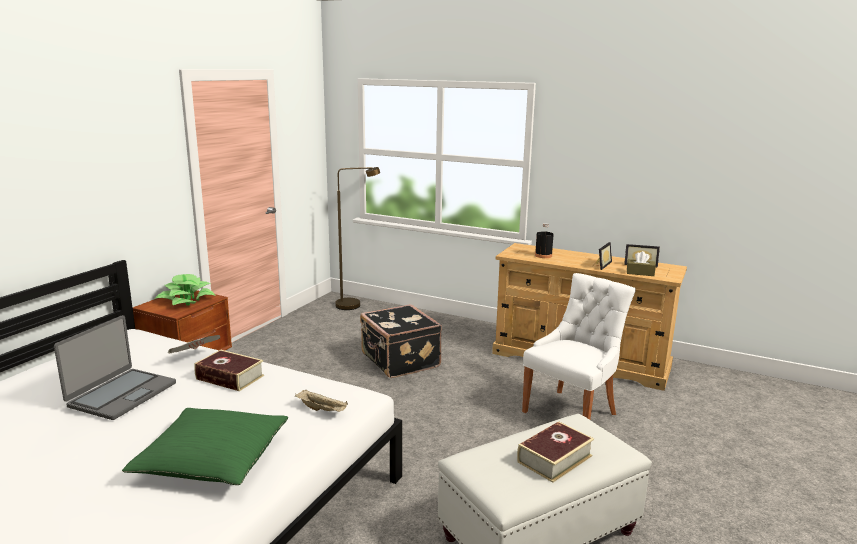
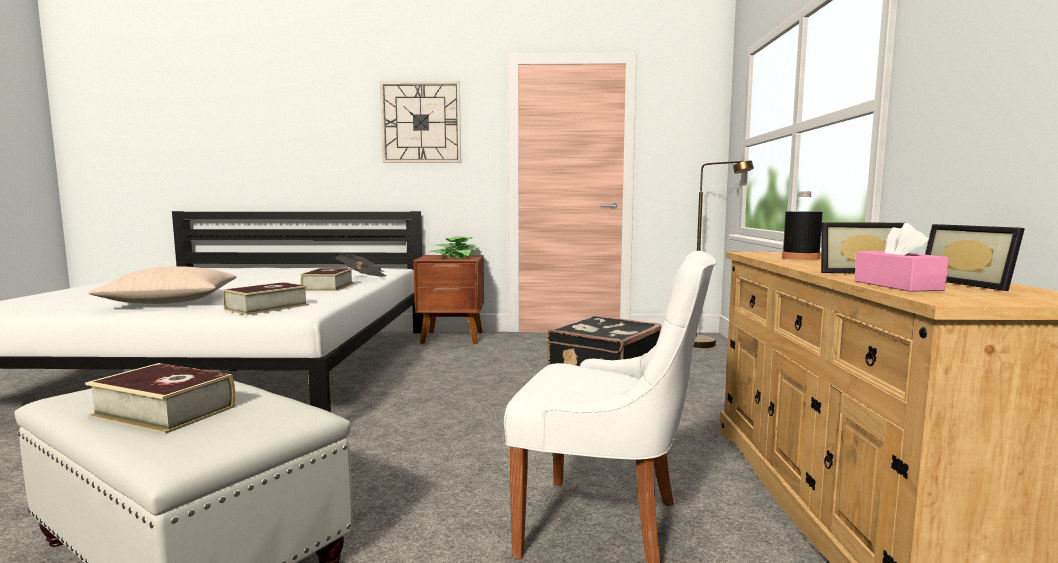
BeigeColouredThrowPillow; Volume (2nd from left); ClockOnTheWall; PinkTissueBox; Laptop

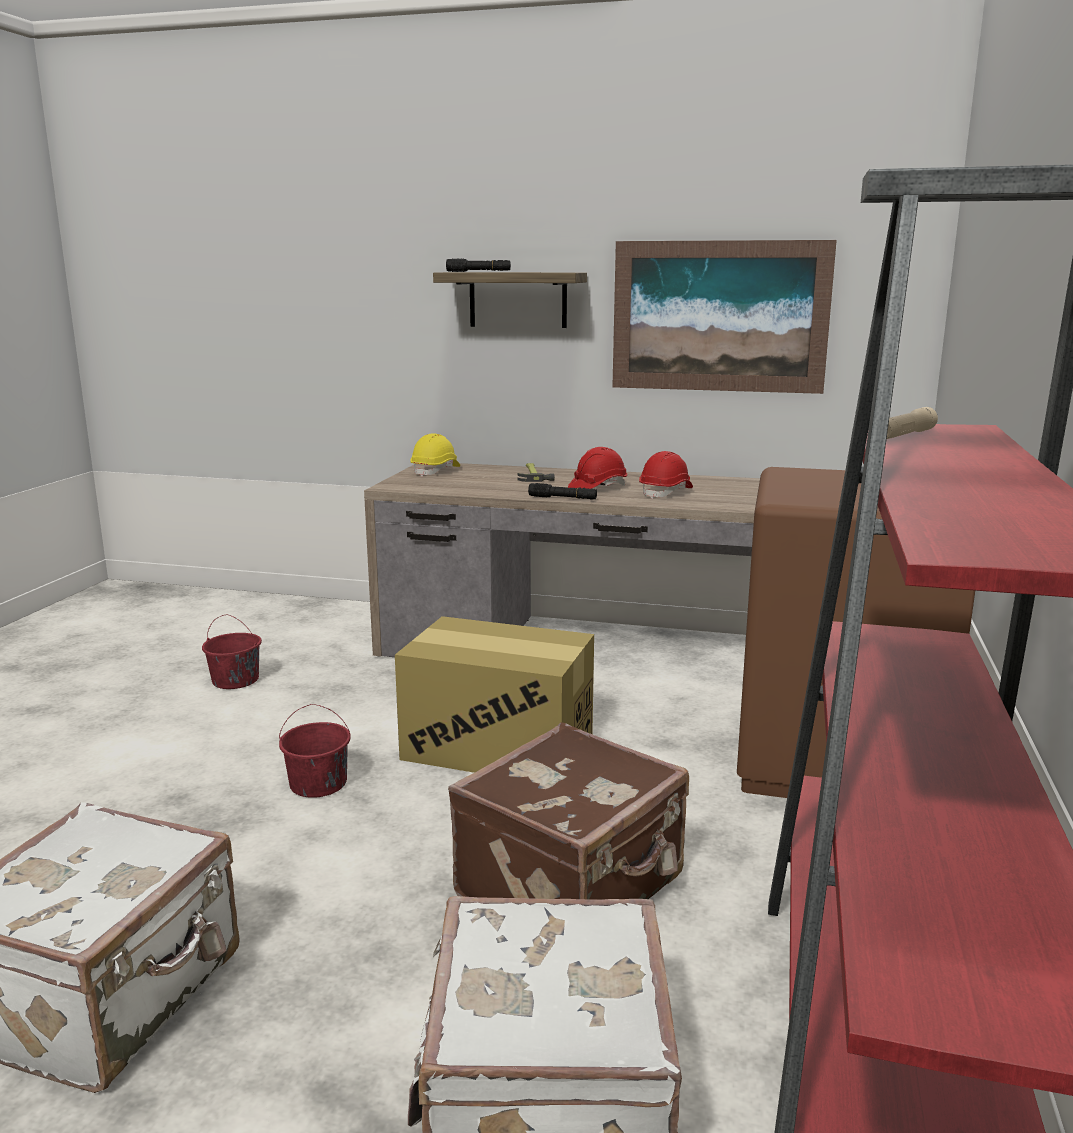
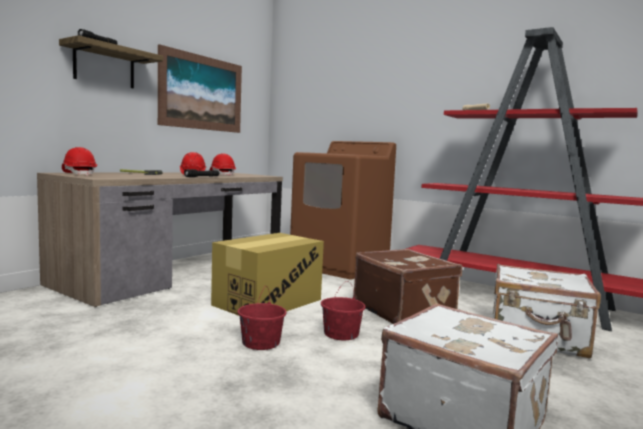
RedColouredSafetyHelmet (1st from left); RedColouredBucket (2nd from left)

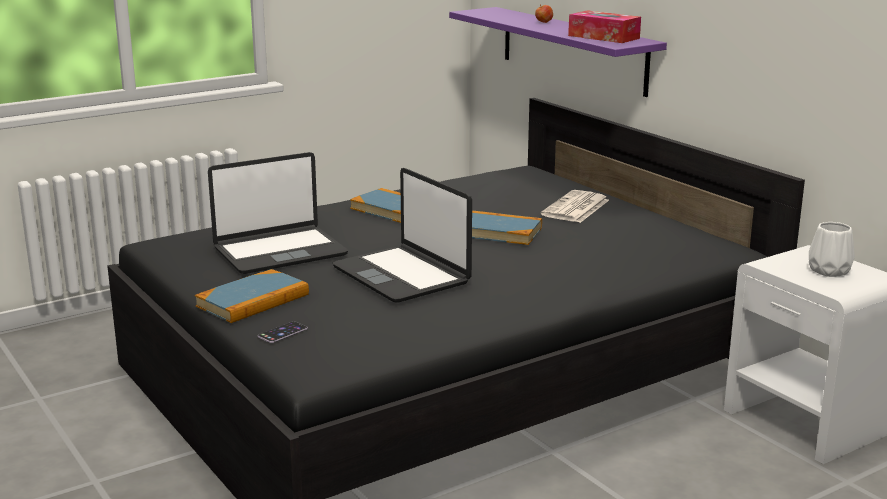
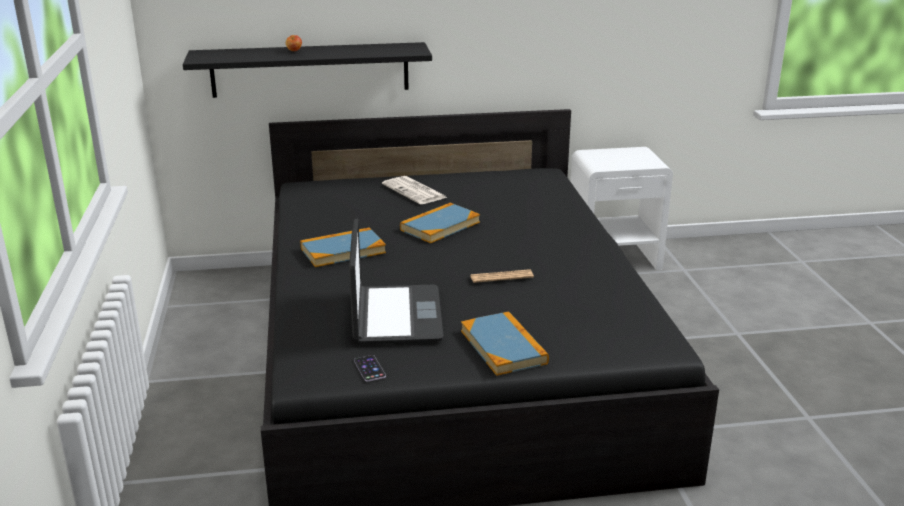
BlackishWallShelf; Telephone; PrintedPaper (2nd from left); TissueBox; WhiteColouredDecorativeVase

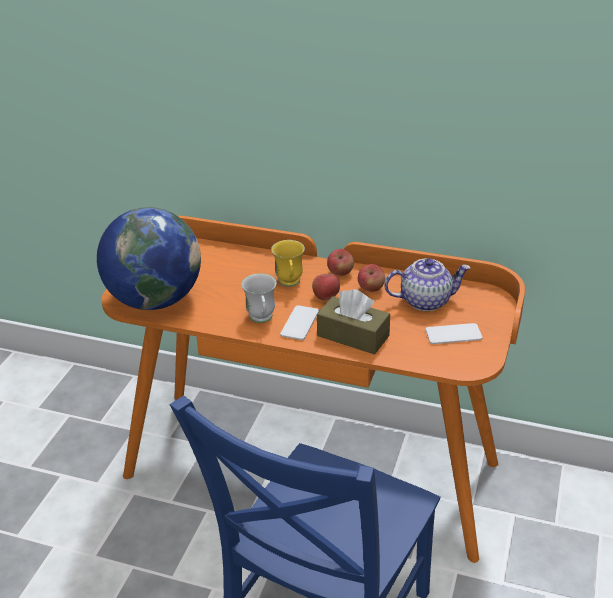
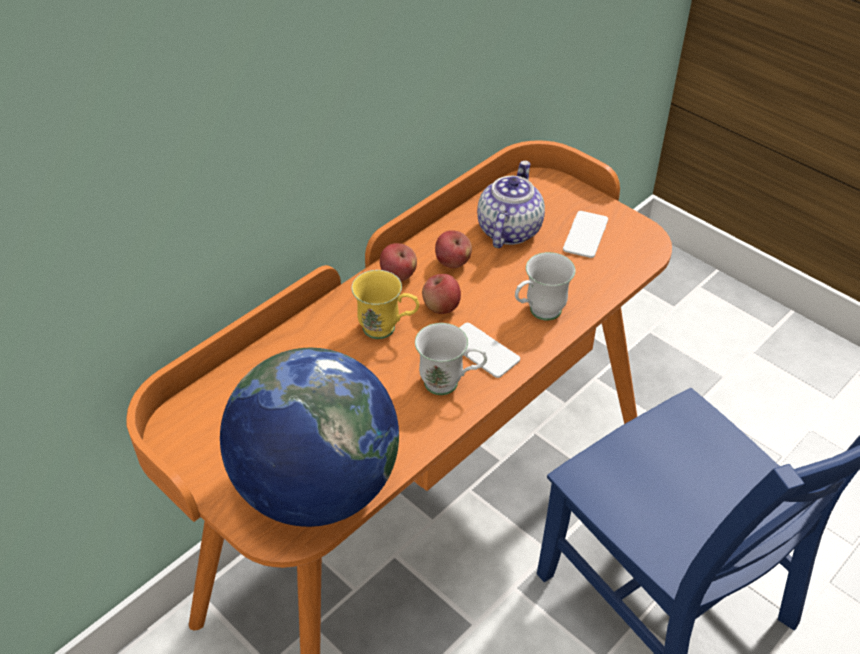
WhiteColouredMug (2nd from left)

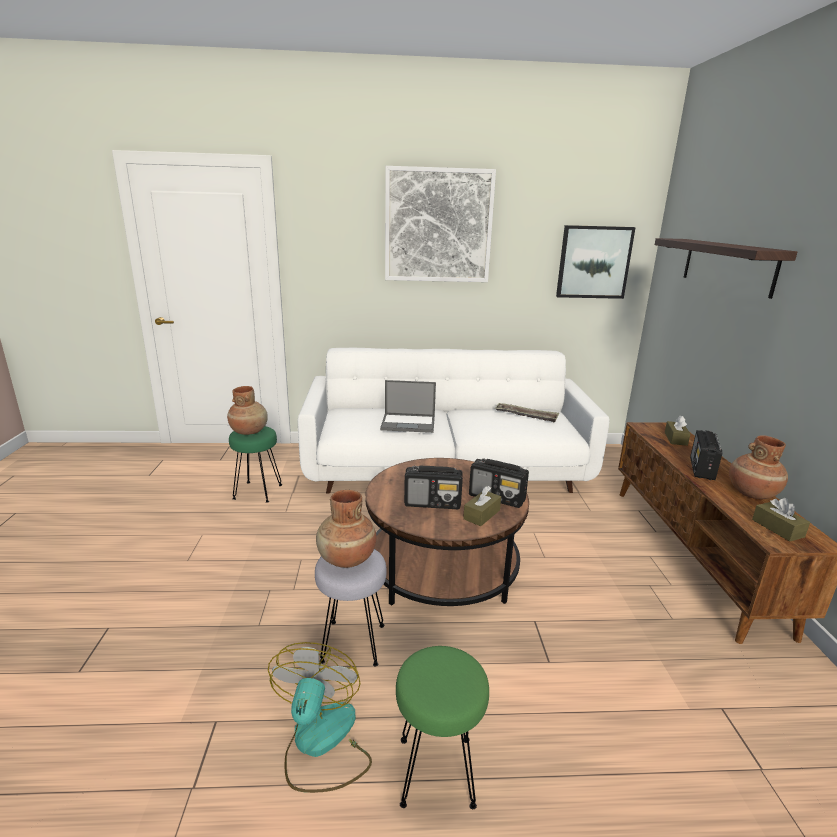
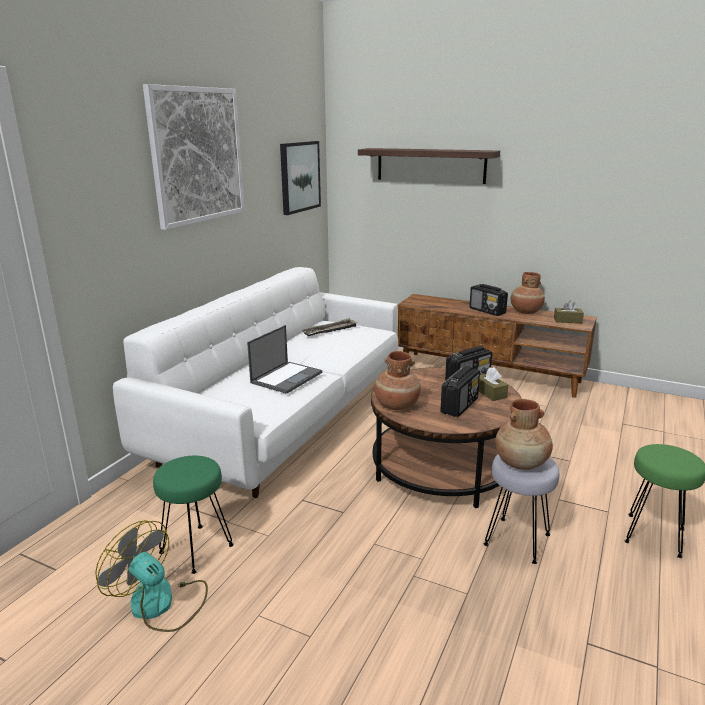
Fan; BrownColouredDecorativeVase (1st from left); BrownColouredTissueBox (2nd from left in the first image)

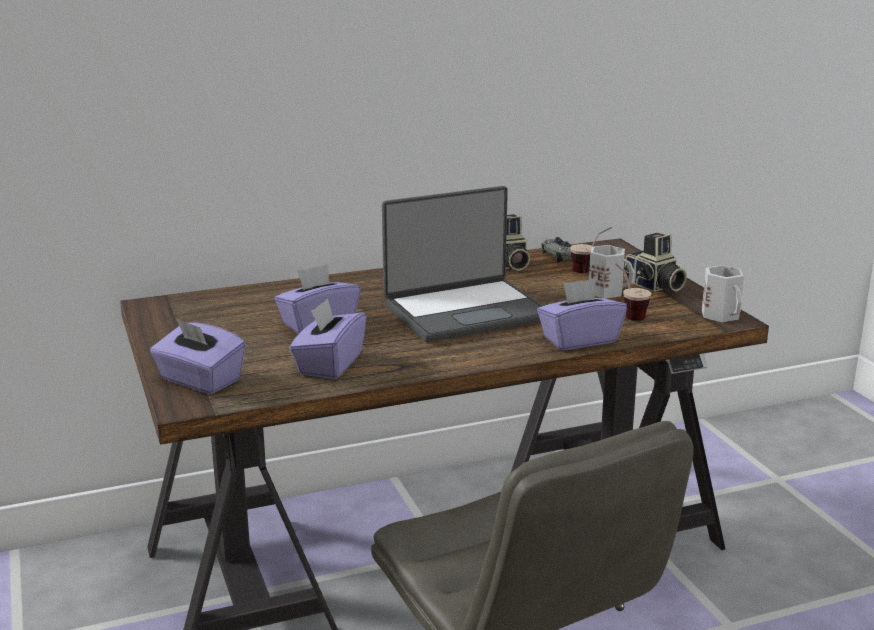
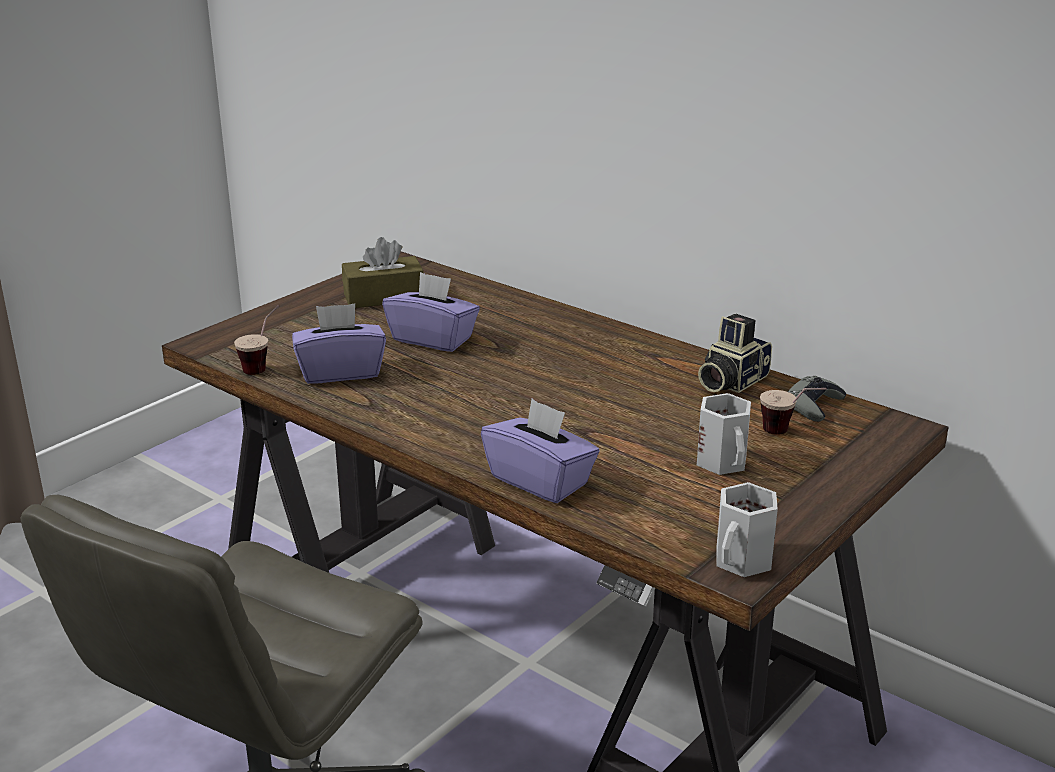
SmallCup (1st from left); BrownColouredTissueBox; PurpleTissueBox (1st from left in the first image); Laptop; StillCamera (2nd from left in the first image)

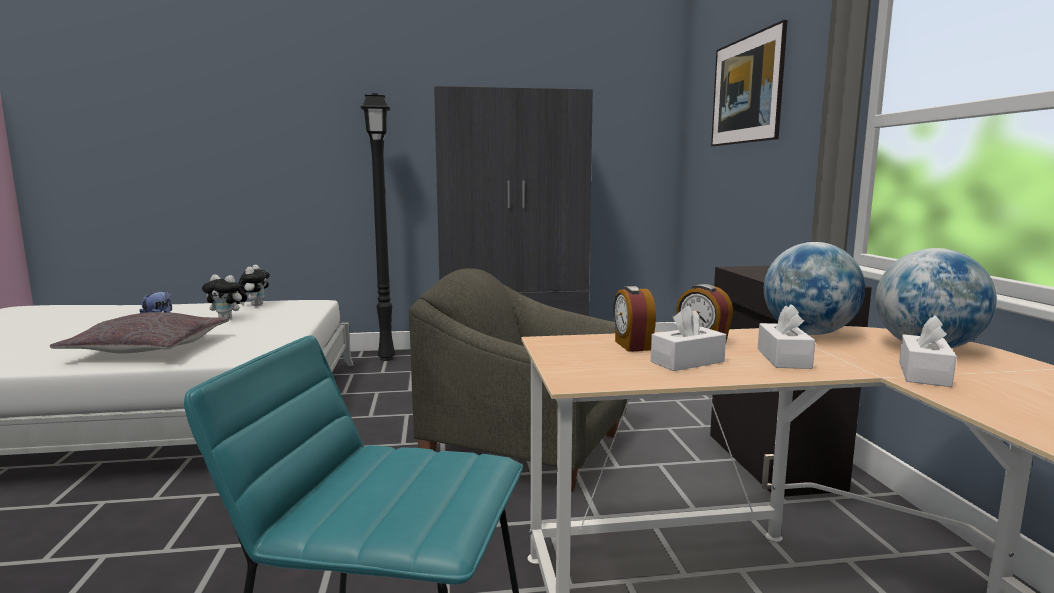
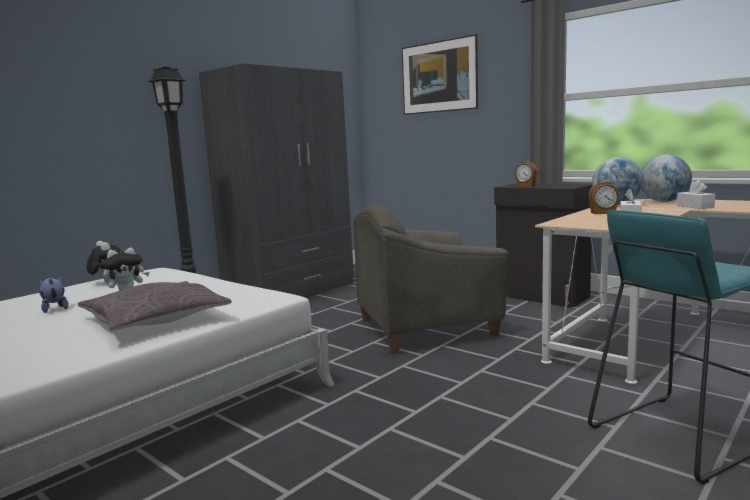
BedsideClock (1st from left); WhiteColouredTissueBox (2nd from left in the first image)

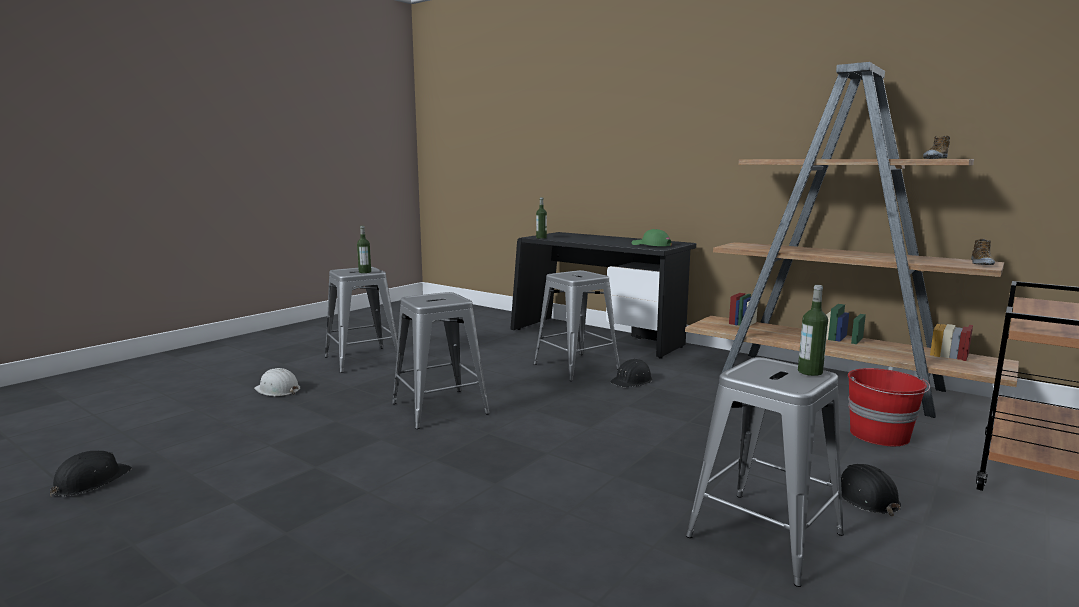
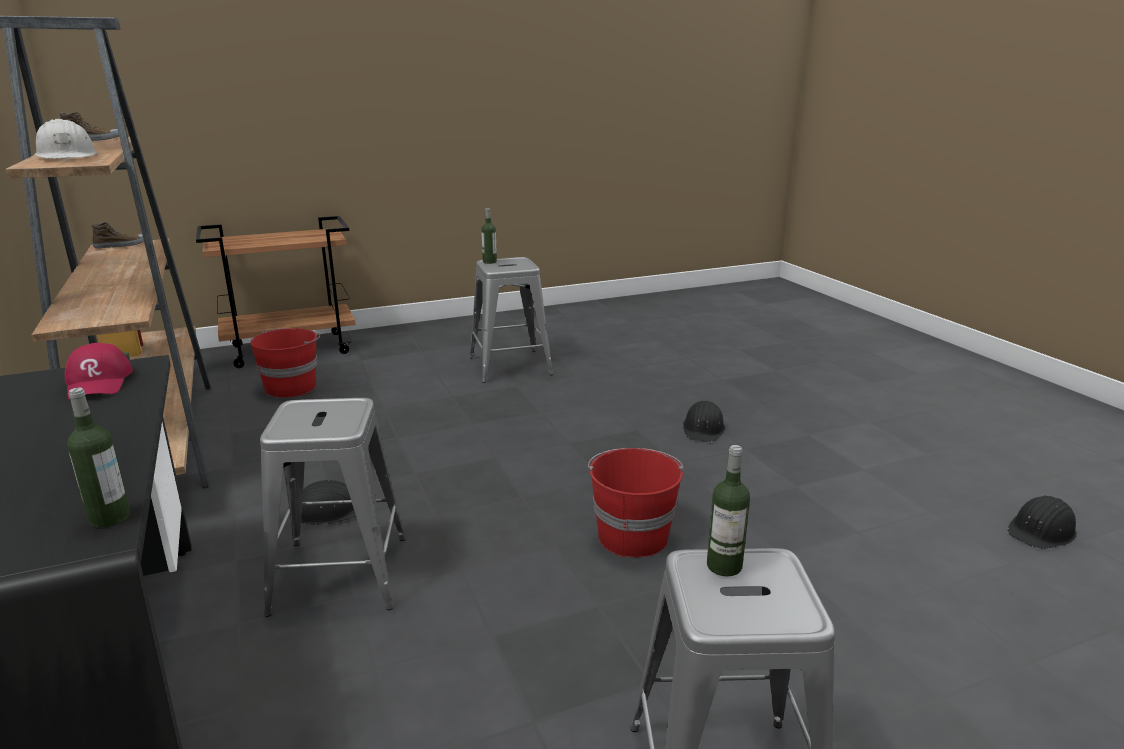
WhiteColouredSafetyHelmet; RedColouredCap; RedColouredBucket (2nd from left); BlackishSafetyHelmet (2nd from left)

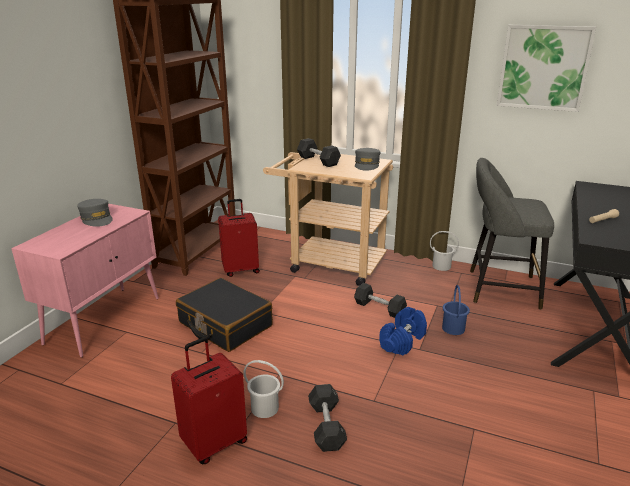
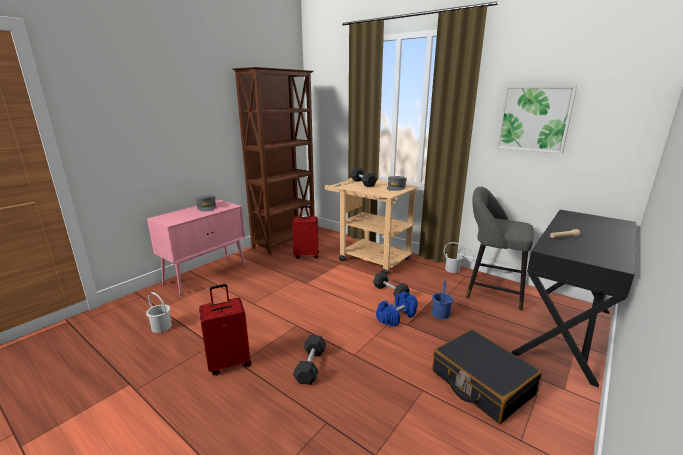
WhiteColouredBucket (1st from left); BlackishPieceOfLuggage

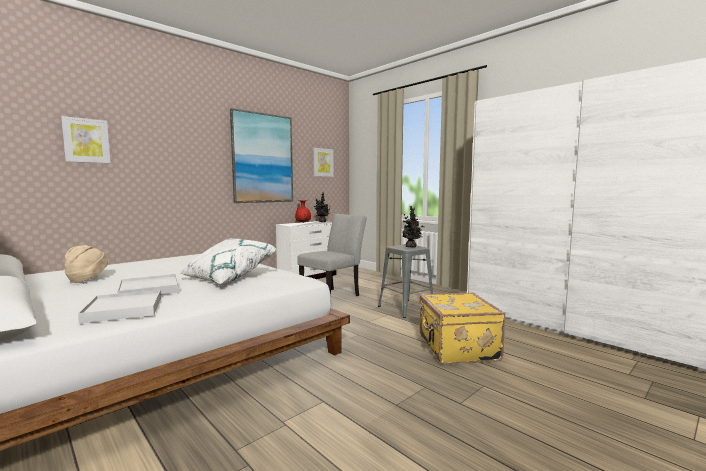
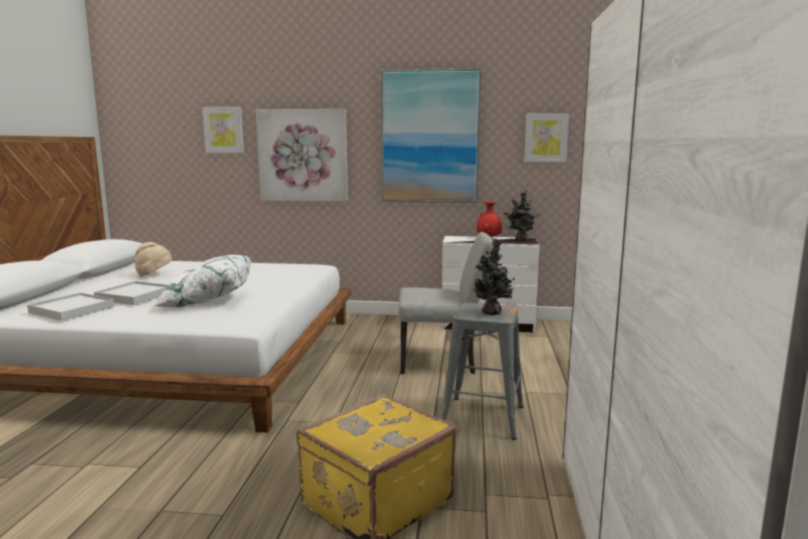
Picture (2nd from left)

